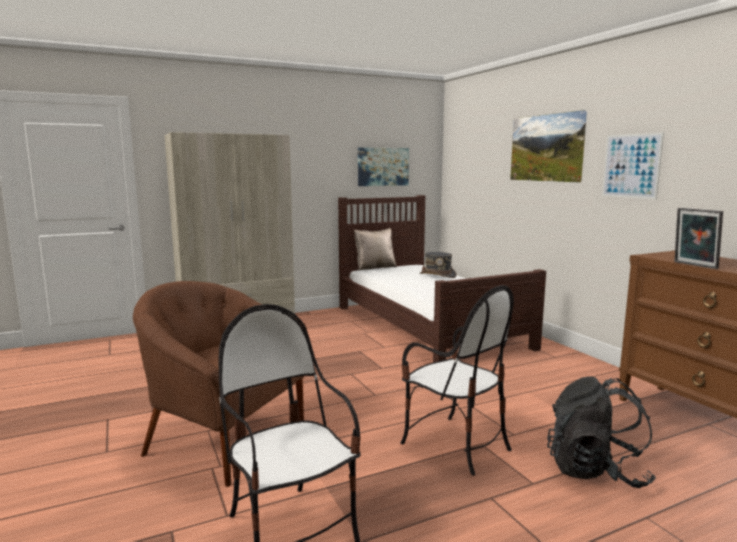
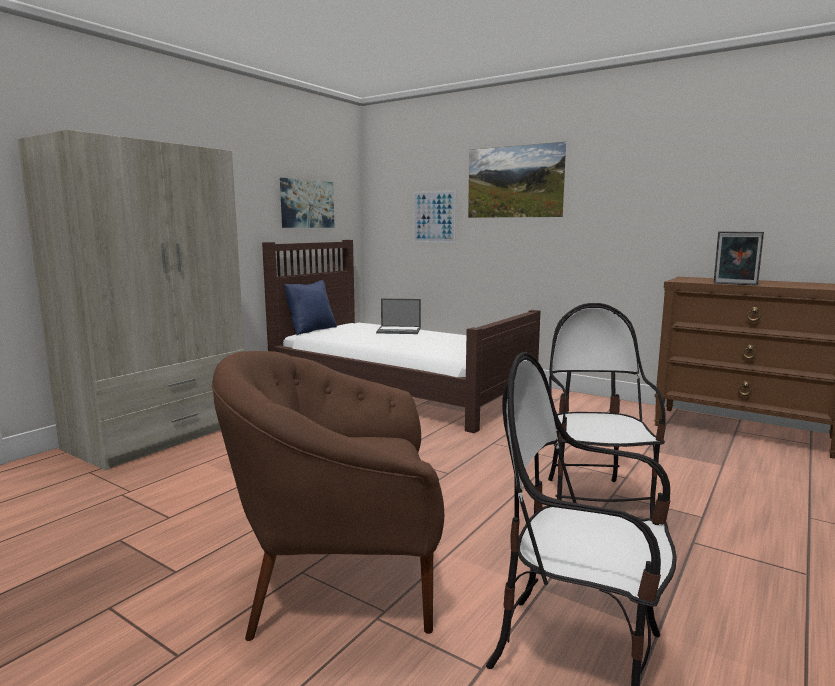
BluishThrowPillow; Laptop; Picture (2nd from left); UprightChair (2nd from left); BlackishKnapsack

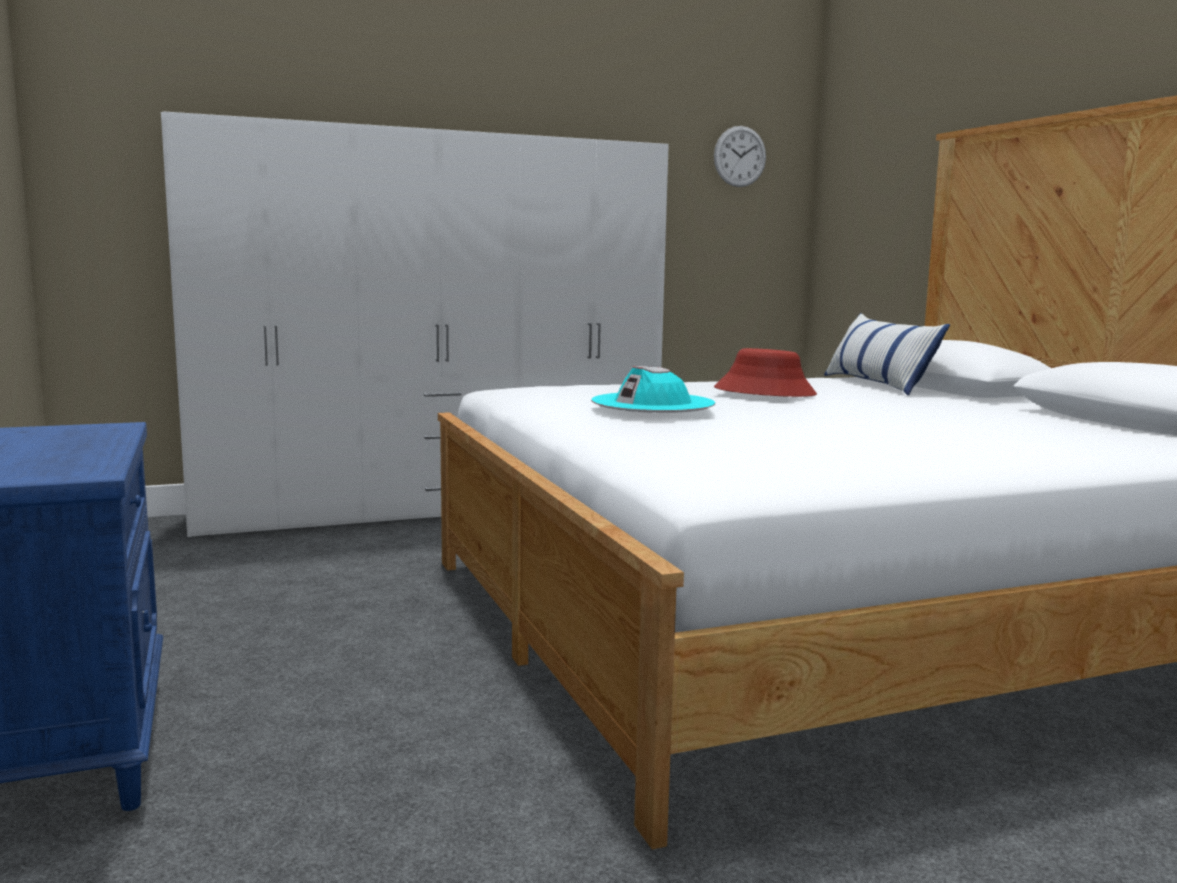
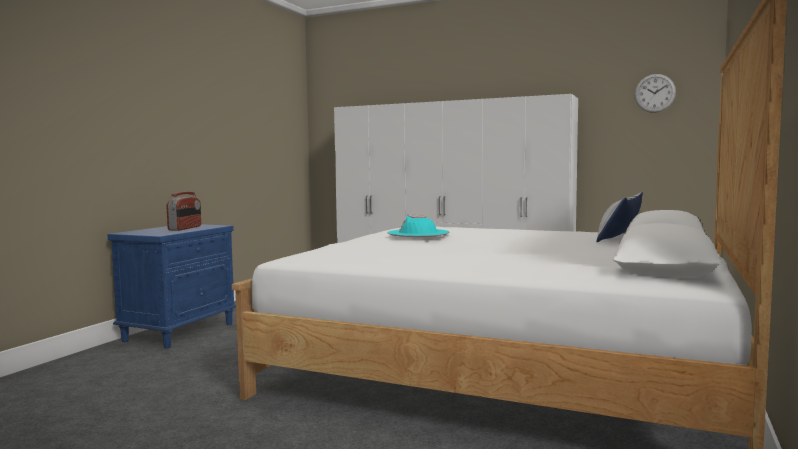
RadioReceiver; RedColouredWearableHat

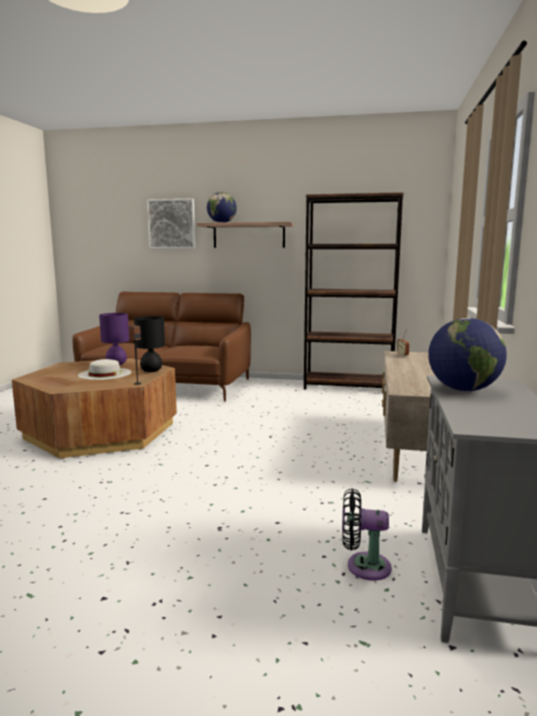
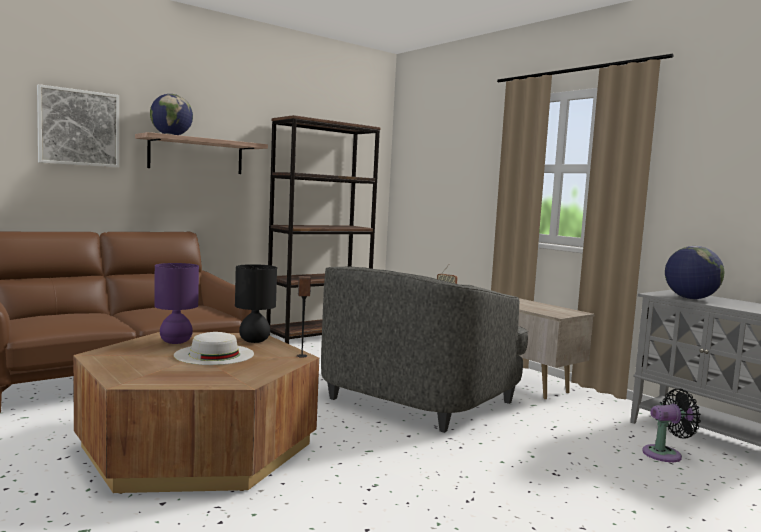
GrayEasyChair; BlackishFan

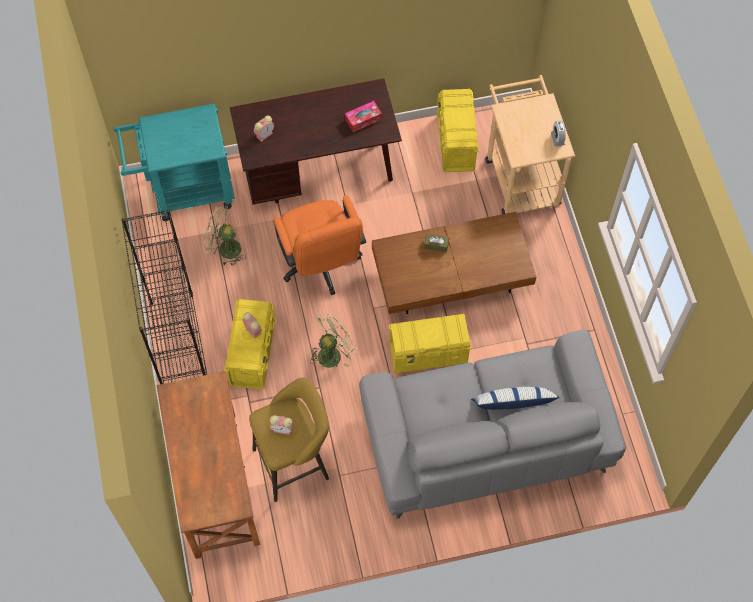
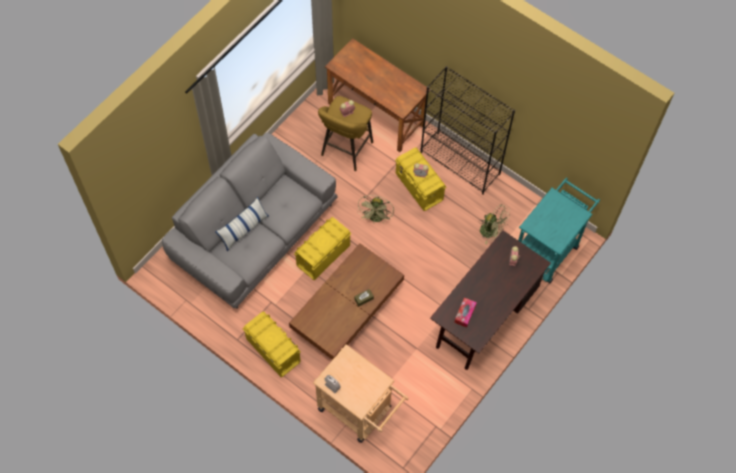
YellowishStorageBin (1st from left); GreenColouredFan (2nd from left); OrangeColouredDeskChair

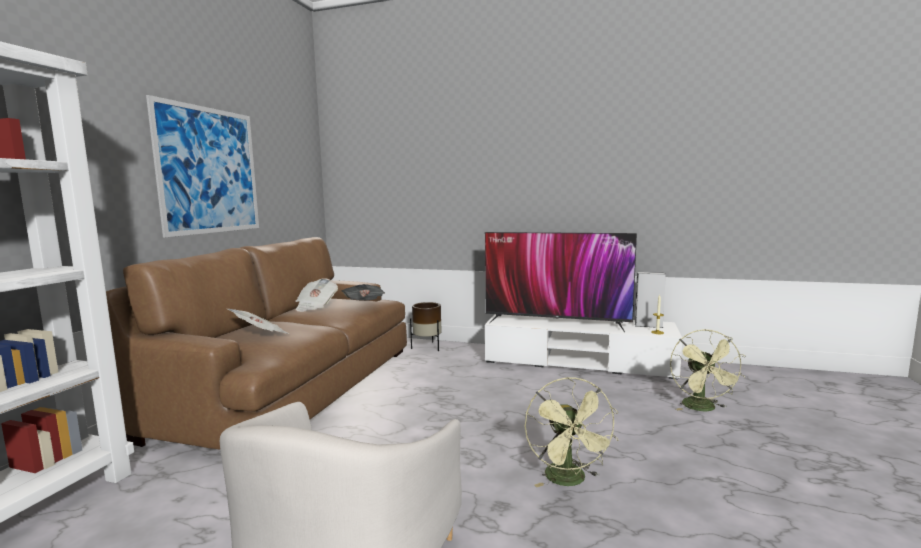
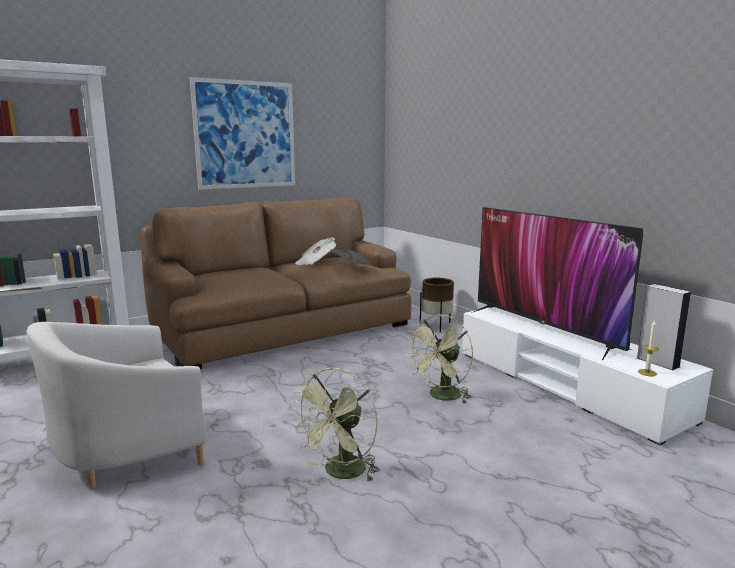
GreenColouredFan (2nd from left); PrintedPaper (1st from left in the first image)

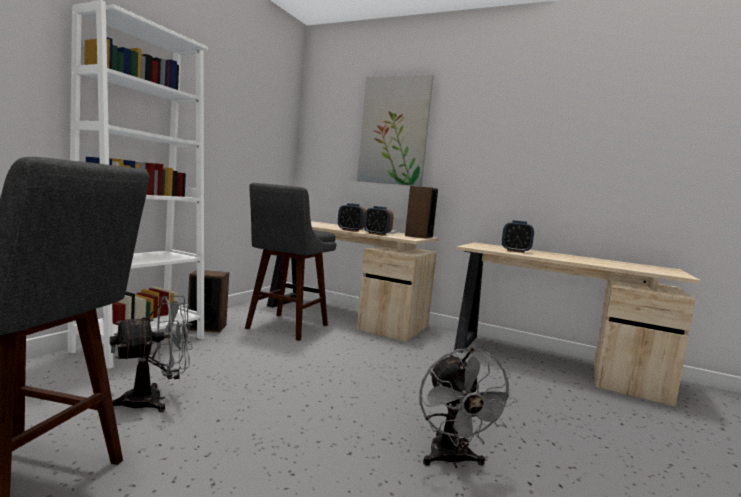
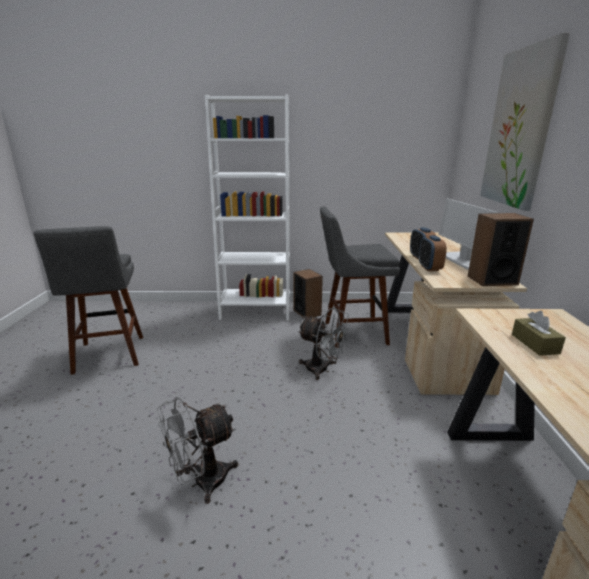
GrayFan (2nd from left); BrownColouredTissueBox

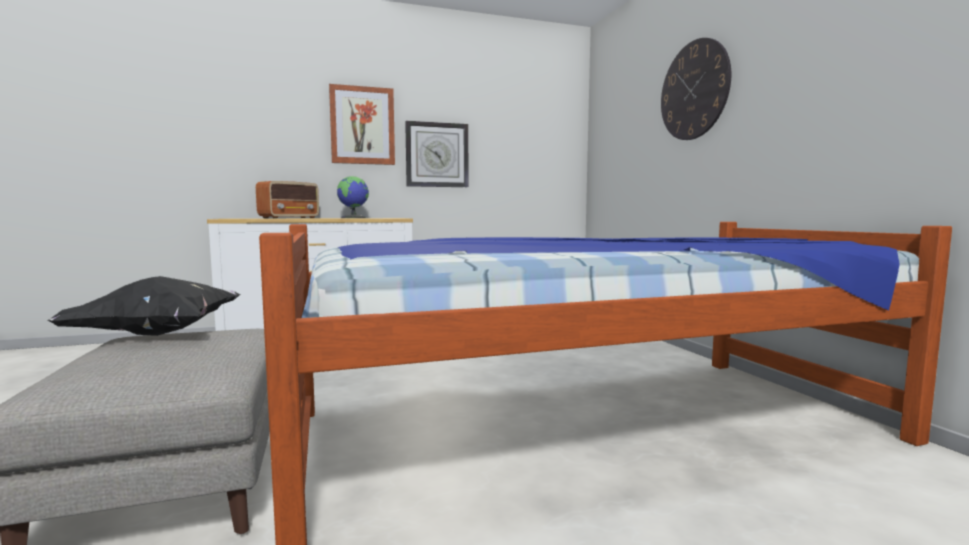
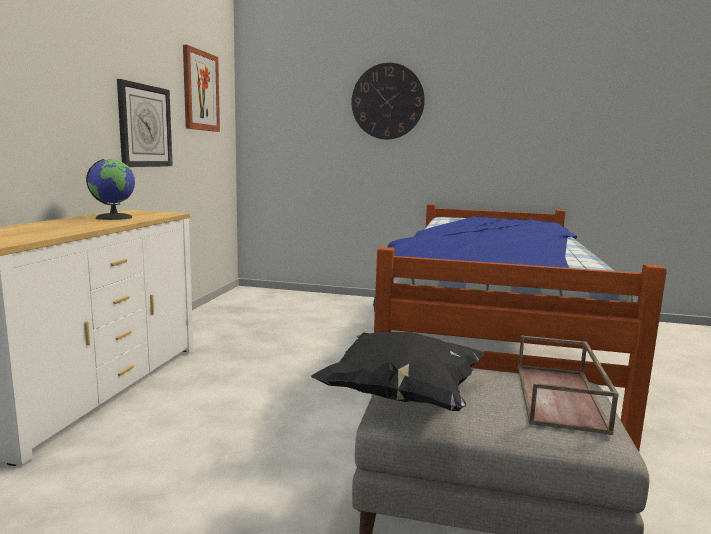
Picture; BrownColouredServingTray; RadioReceiver

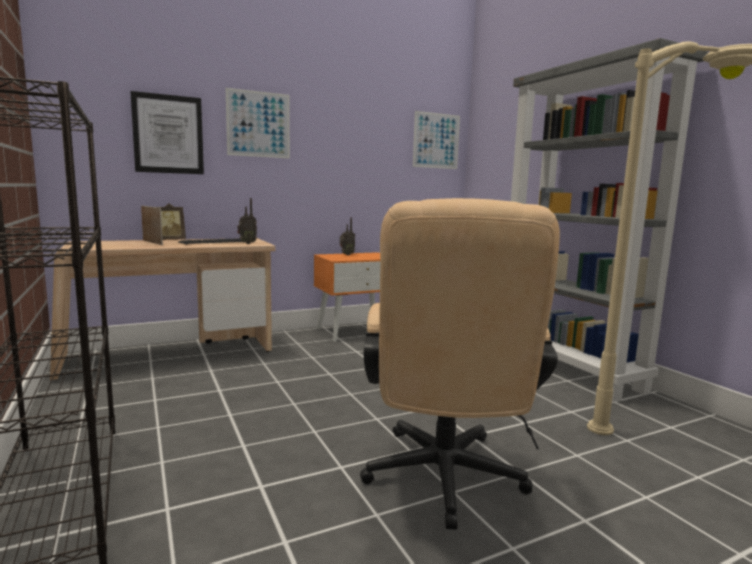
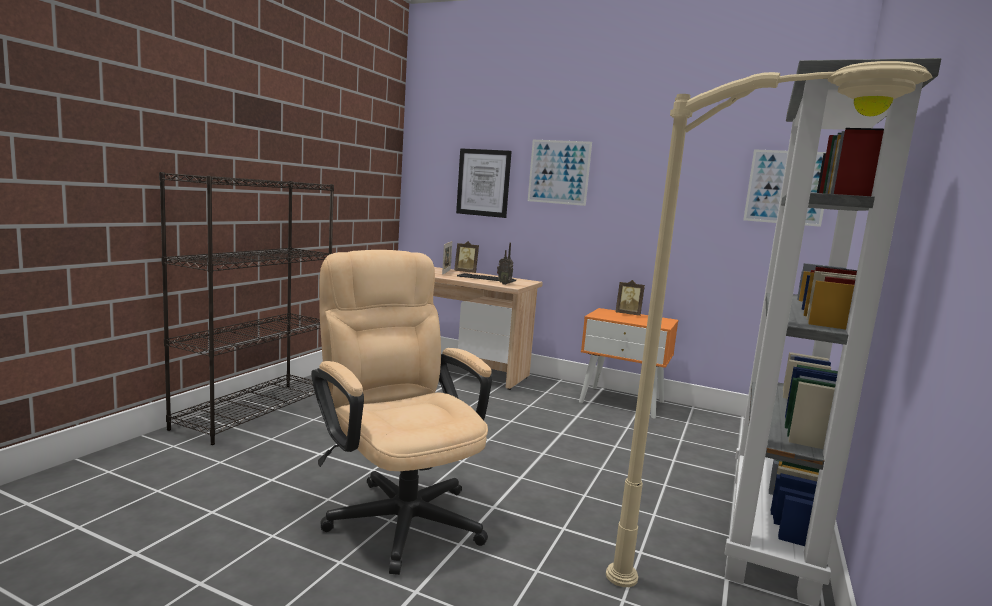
BeigeColouredDeskChair; StandingFrame (3rd from left)

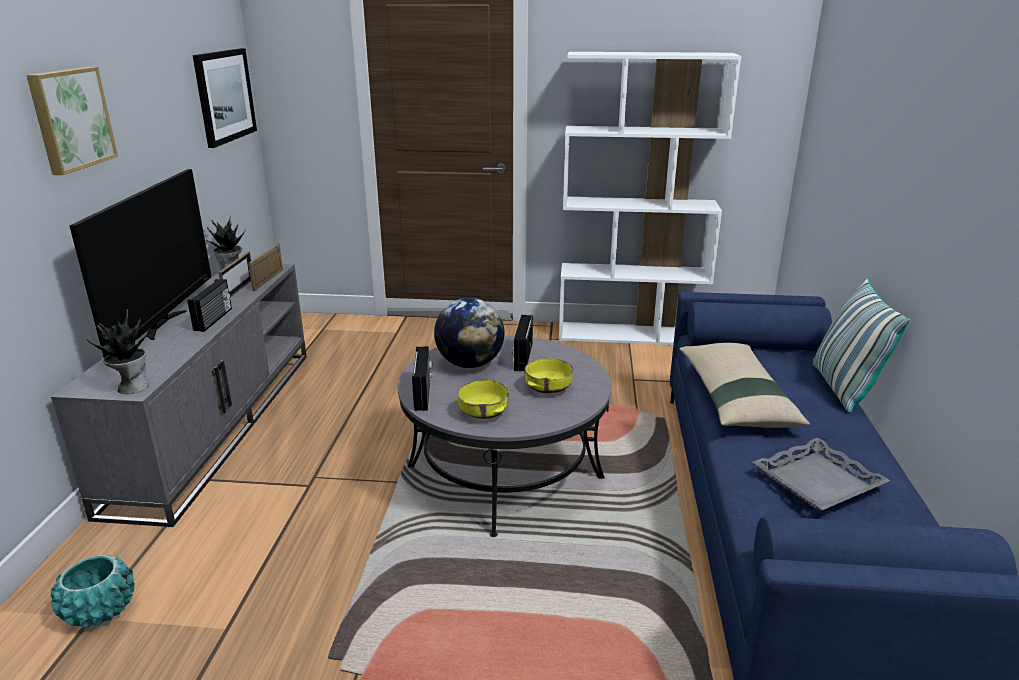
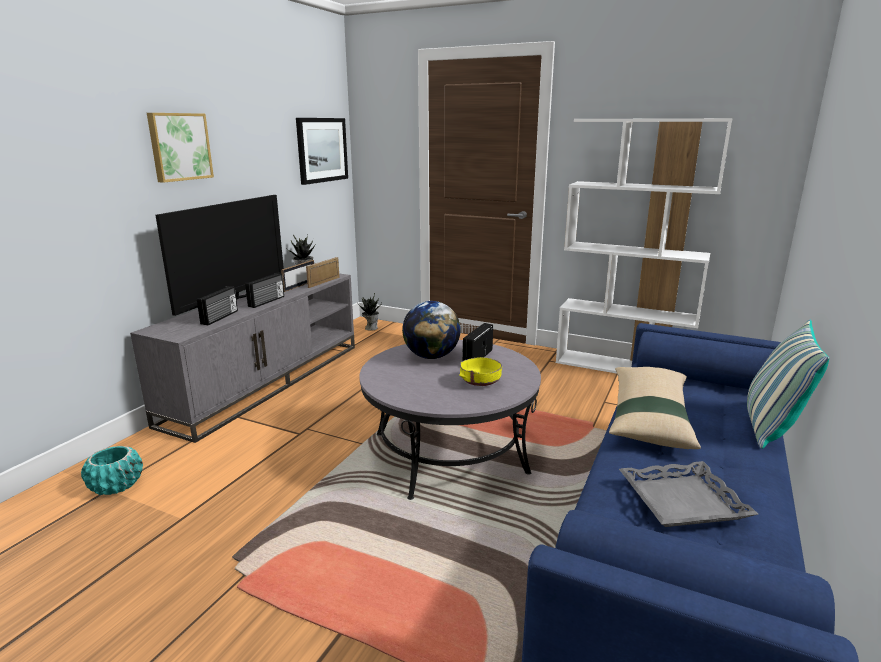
RadioReceiver (1st from left); PottedPlant (2nd from left); YellowishDeepDish (1st from left in the first image)

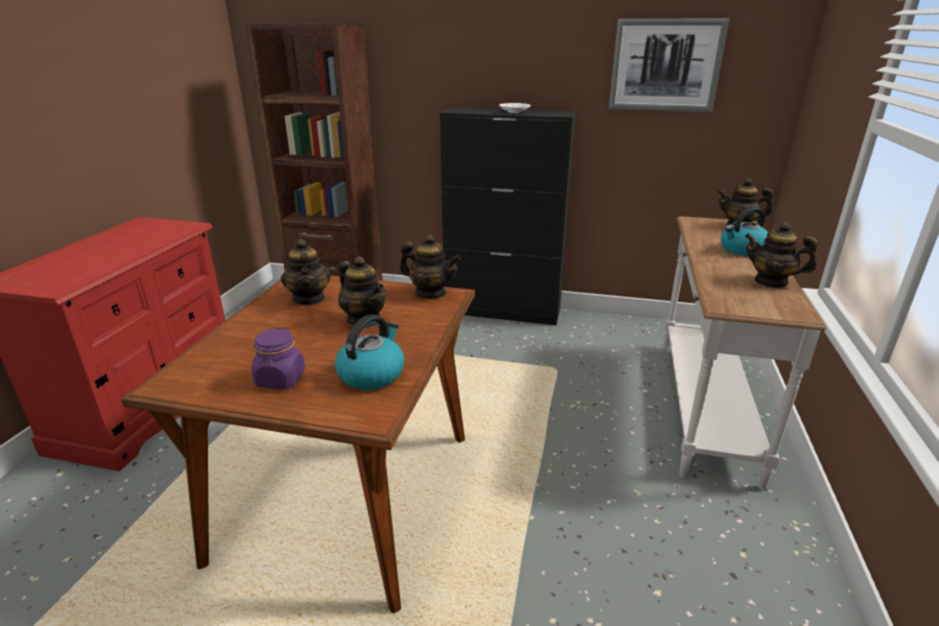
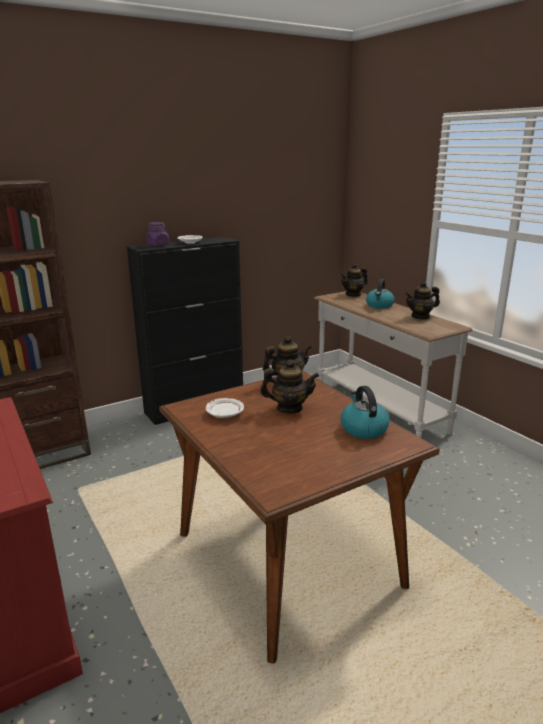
PurpleStorageJar; WhiteColouredDinnerPlate (2nd from left); Picture

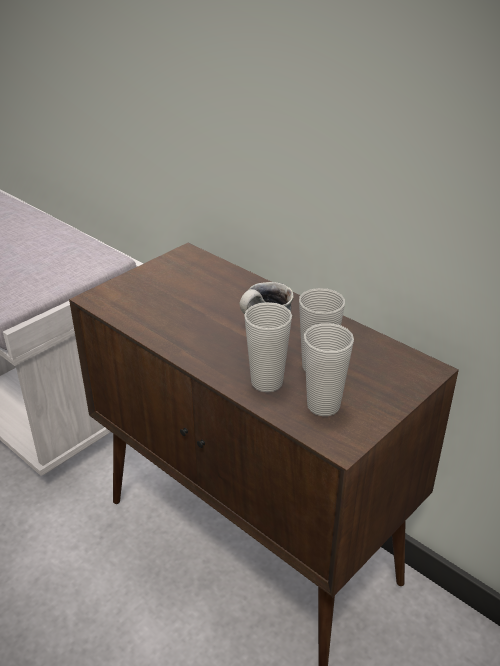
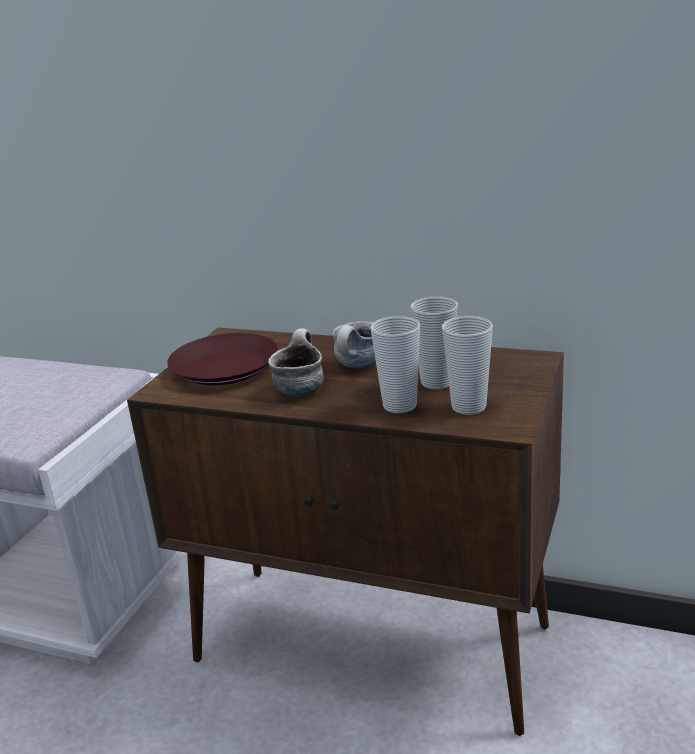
BrownColouredDinnerPlate; Mug (1st from left)

